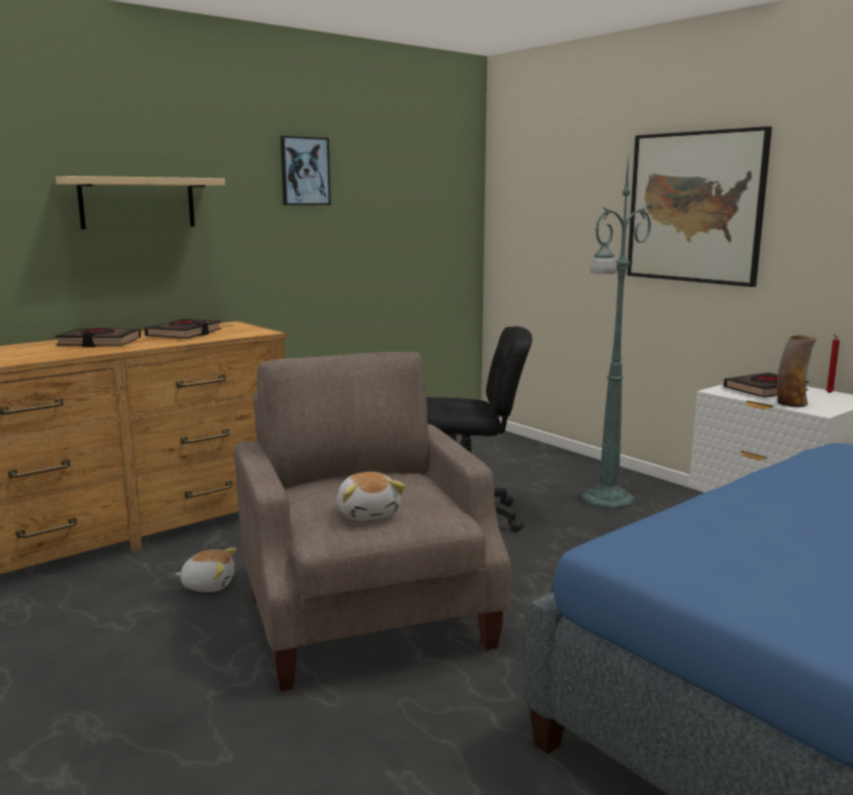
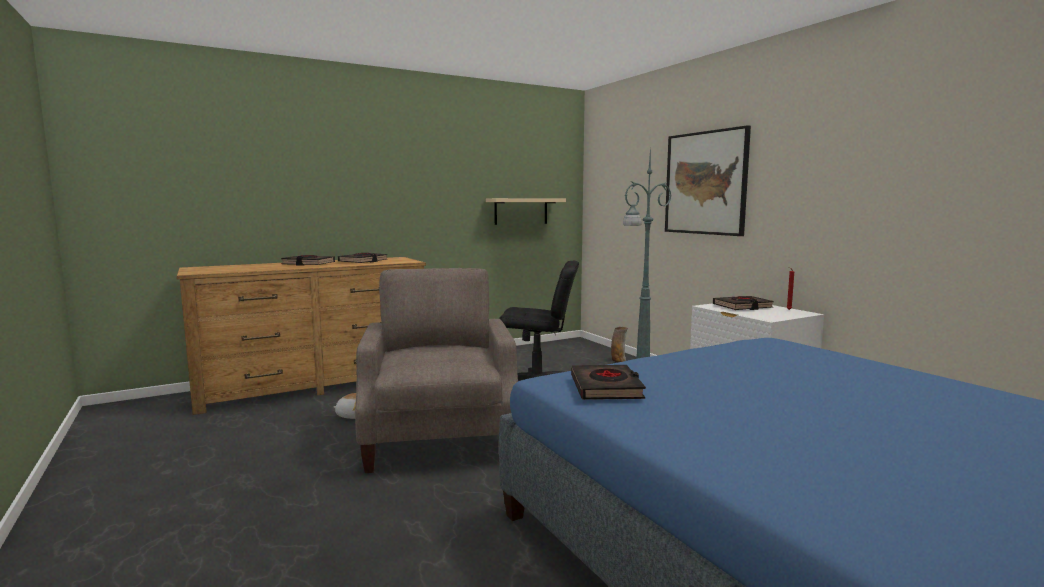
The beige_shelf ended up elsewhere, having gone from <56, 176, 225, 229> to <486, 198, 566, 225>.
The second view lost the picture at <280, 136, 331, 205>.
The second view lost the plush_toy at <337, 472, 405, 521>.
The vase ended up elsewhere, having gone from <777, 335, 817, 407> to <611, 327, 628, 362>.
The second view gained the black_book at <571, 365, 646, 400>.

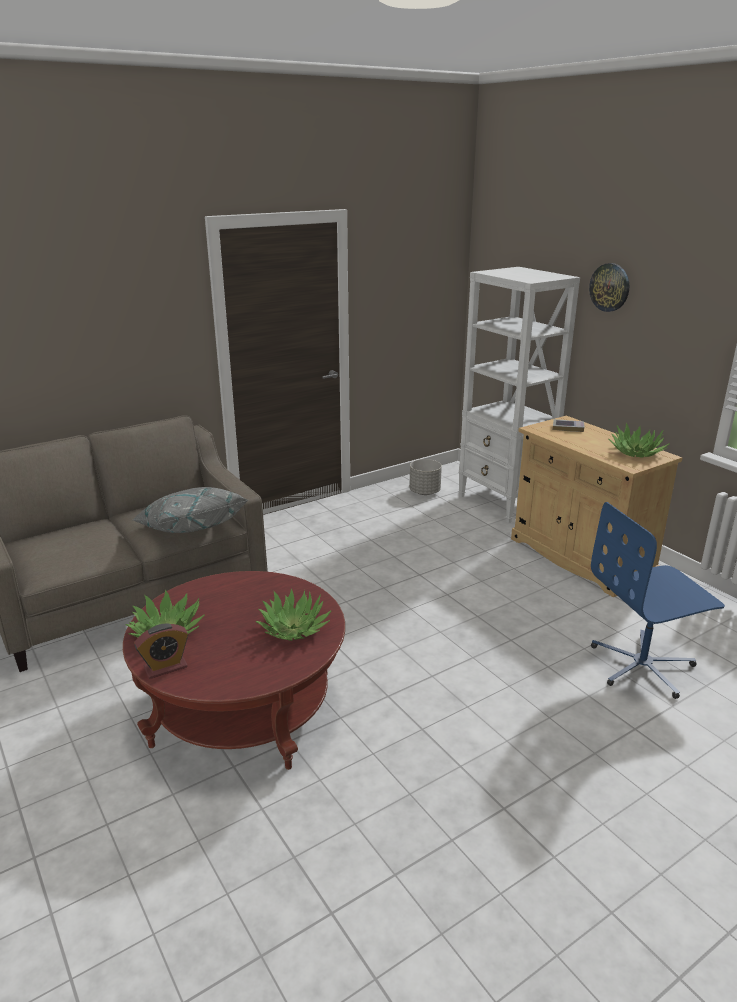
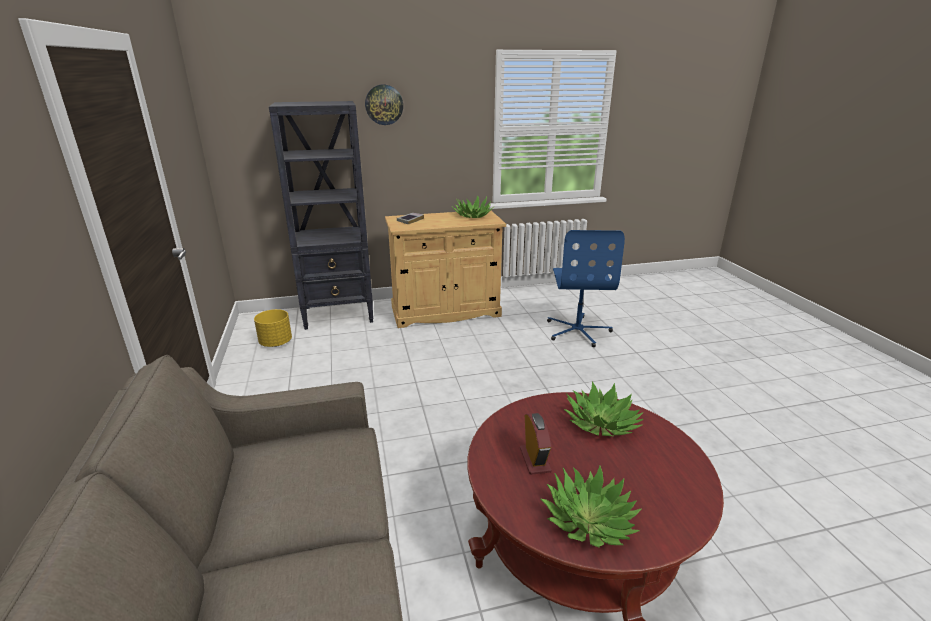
The second view lost the grey_pillow at <133, 487, 248, 533>.
The alarm_clock ended up elsewhere, having gone from <135, 624, 188, 679> to <520, 413, 552, 475>.
What was the grey_planter at <409, 459, 442, 495> turned into the yellow_planter at <254, 309, 292, 347>.
What was the white_bookcase at <459, 267, 580, 523> turned into the black_bookcase at <269, 101, 374, 330>.

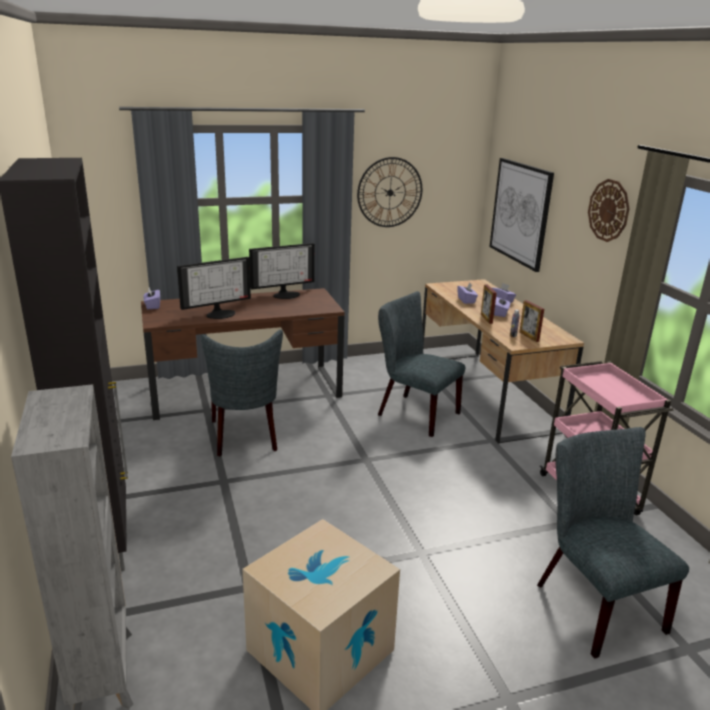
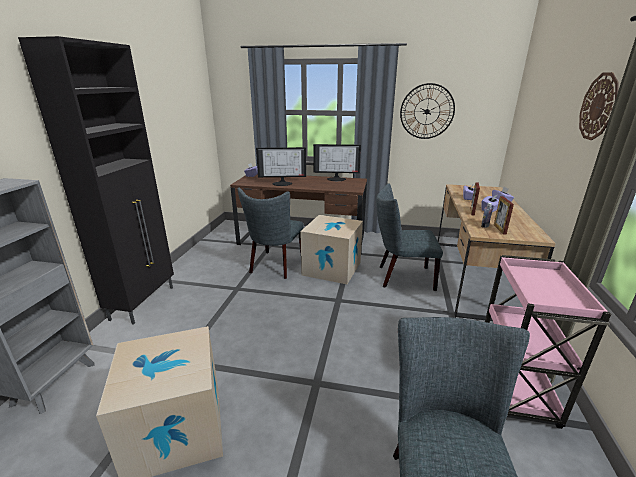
The grey_chair at <378, 291, 465, 437> ended up facing another way, 60 degrees counterclockwise from before.
The second view lost the picture at <489, 158, 554, 272>.
The second view gained the cardboard_box at <300, 215, 363, 284>.

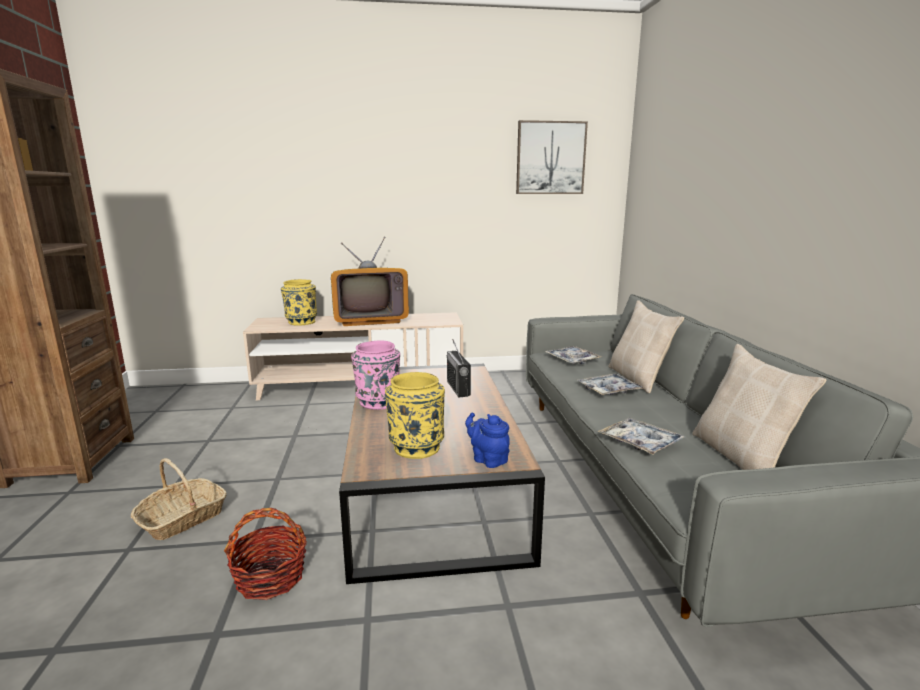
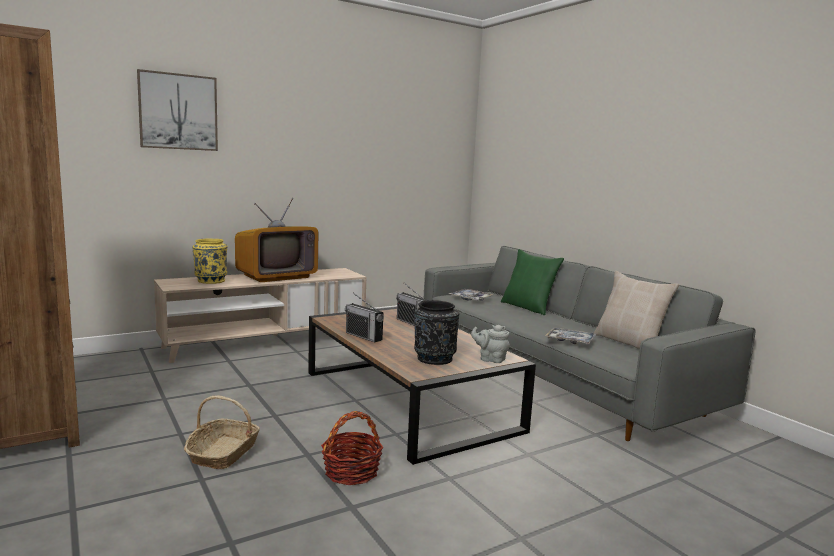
Where the pink_vase stood at <351, 340, 400, 410>, the radio came to stand at <345, 293, 384, 342>.
What was the yellow_vase at <385, 372, 445, 459> turned into the black_vase at <414, 300, 459, 365>.
What was the blue_teapot at <465, 413, 510, 468> turned into the grey_teapot at <471, 325, 510, 363>.
The picture ended up elsewhere, having gone from <516, 120, 588, 194> to <137, 69, 218, 151>.
The second view lost the tray at <577, 374, 645, 396>.
What was the beige_pillow at <608, 300, 684, 393> turned into the green_pillow at <501, 249, 564, 315>.

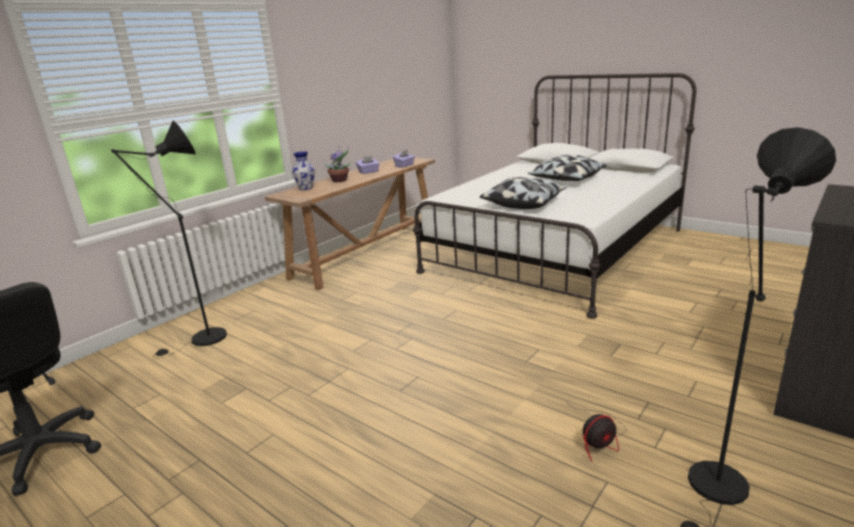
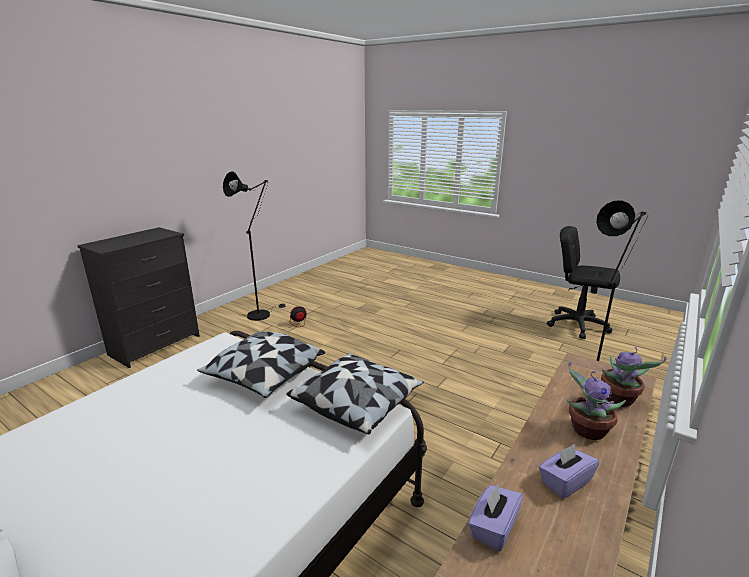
Where the vase stood at <292, 151, 315, 190>, the potted_plant came to stand at <601, 347, 667, 407>.
The pillow ended up elsewhere, having gone from <528, 155, 606, 181> to <286, 353, 424, 434>.

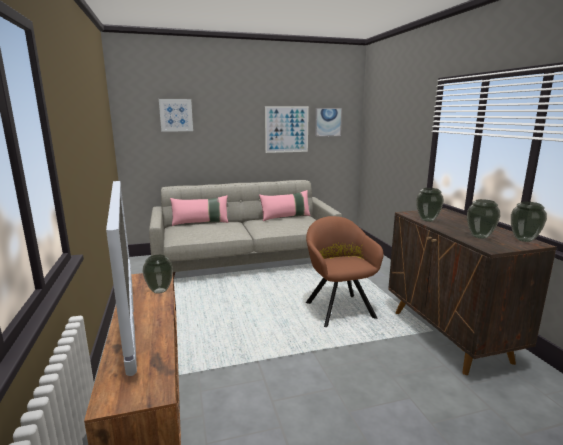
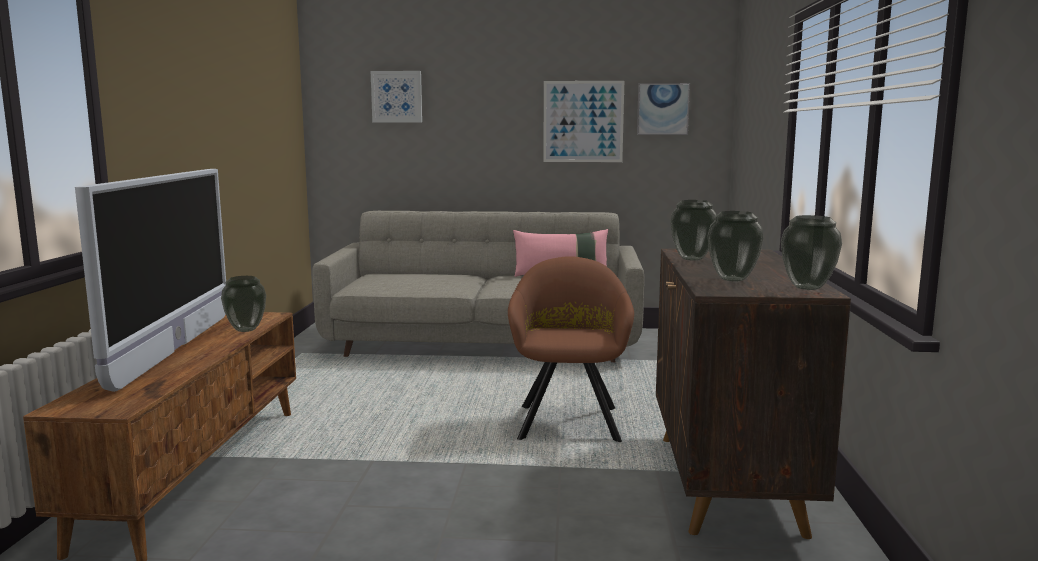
The second view lost the pink_pillow at <170, 195, 229, 226>.

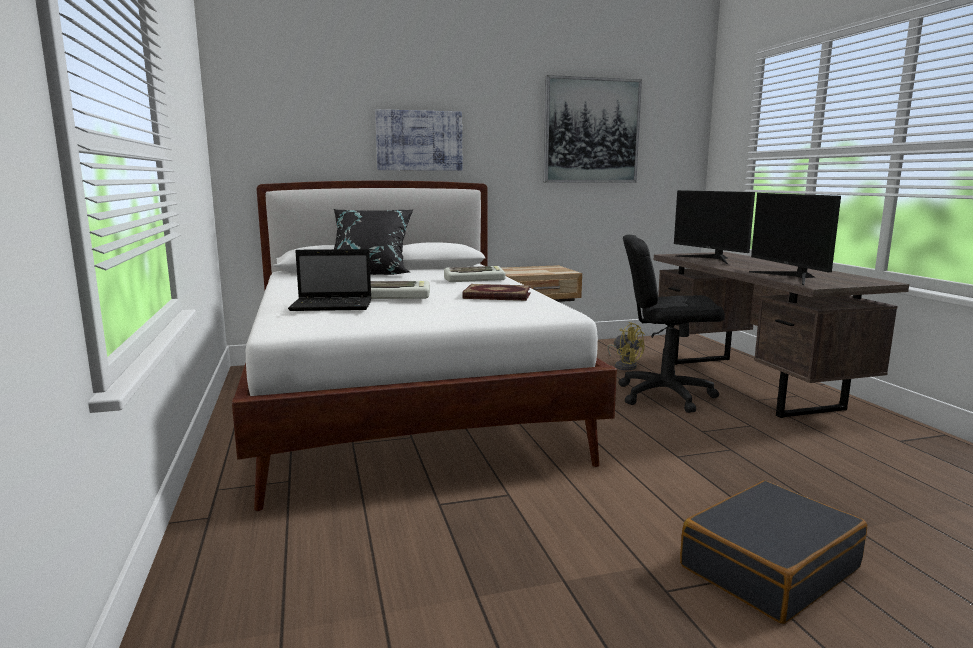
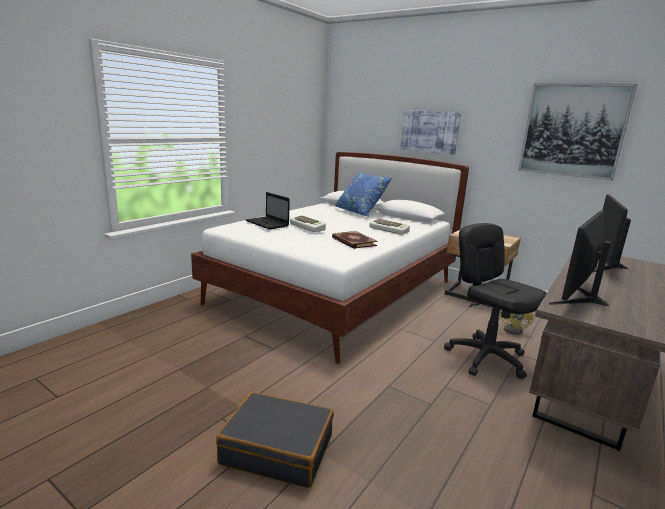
What was the black_pillow at <334, 209, 414, 275> turned into the blue_pillow at <335, 171, 392, 217>.

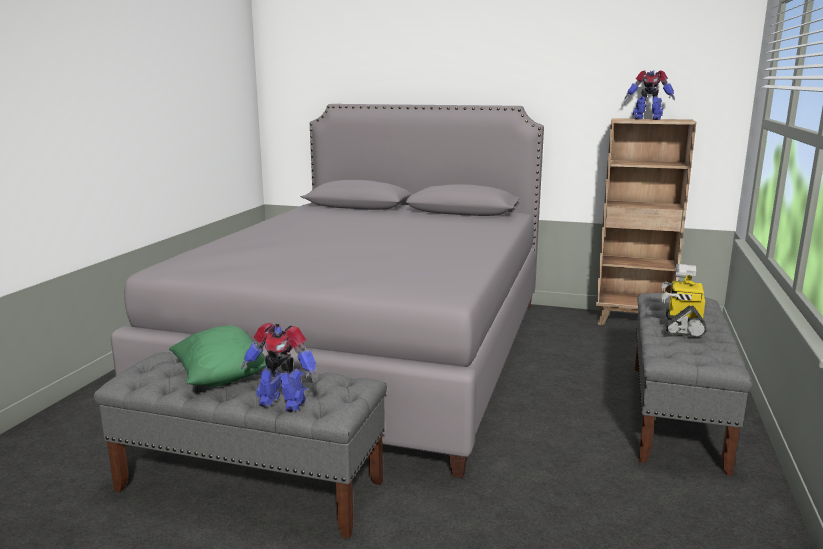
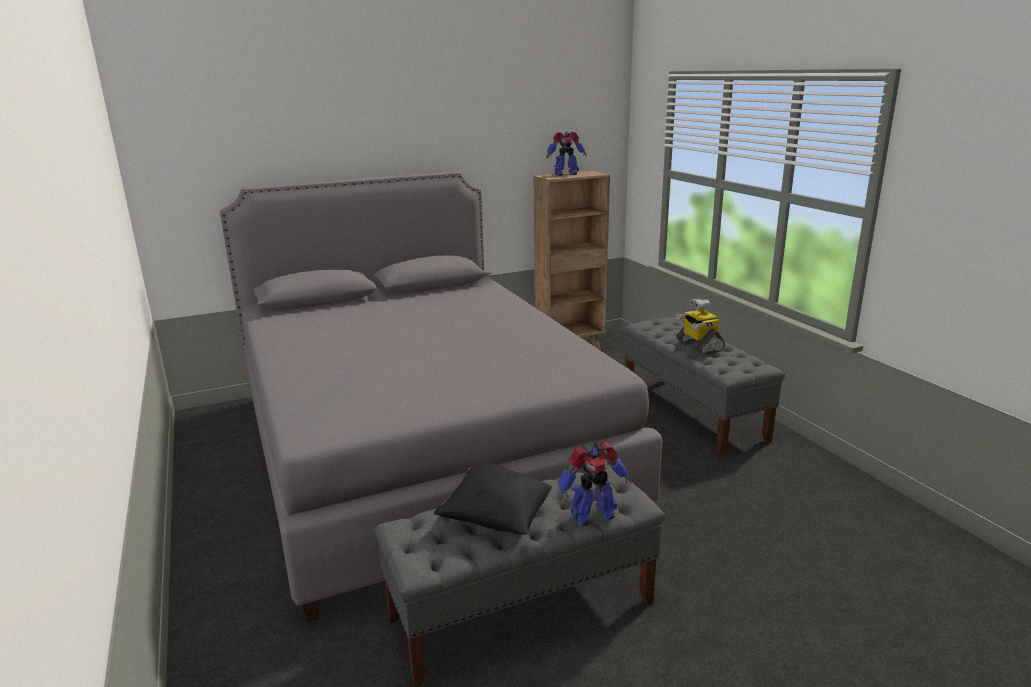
What was the green_pillow at <169, 325, 266, 387> turned into the black_pillow at <434, 465, 552, 535>.

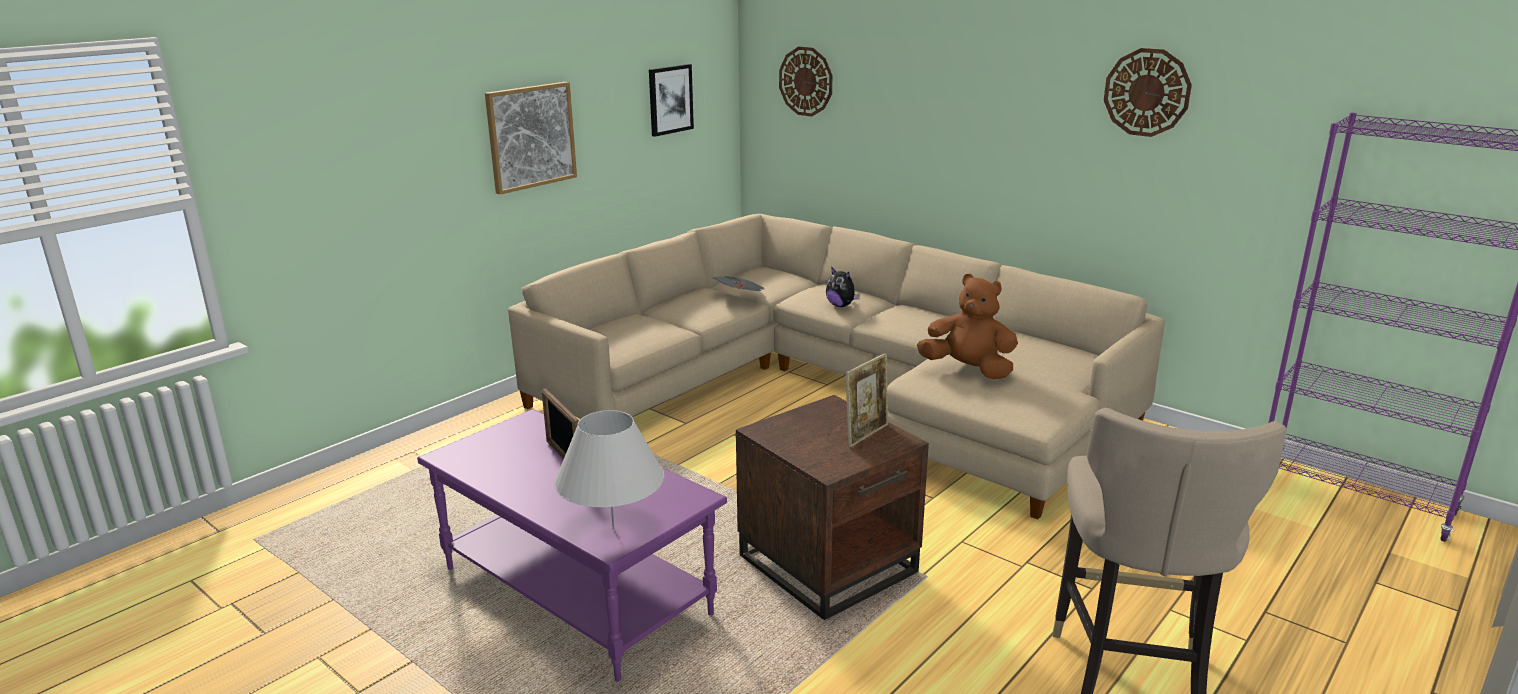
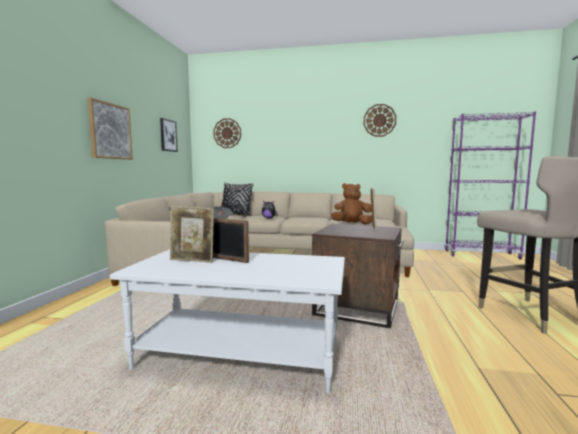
What was the purple_coffee_table at <417, 409, 727, 682> turned into the white_coffee_table at <110, 249, 345, 394>.
The second view lost the white_table_lamp at <555, 410, 665, 530>.
The second view gained the picture_frame at <170, 206, 214, 263>.
The second view gained the black_pillow at <221, 183, 254, 216>.

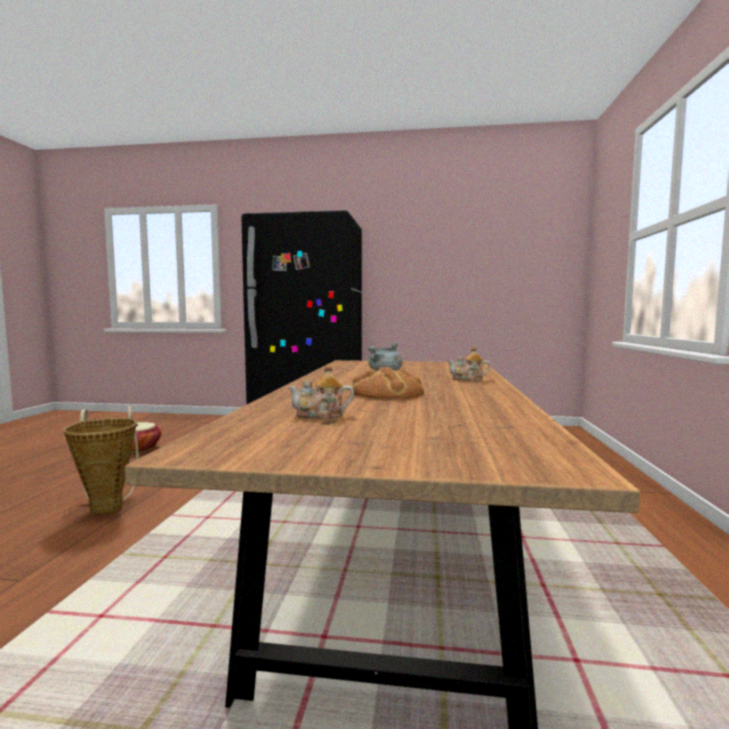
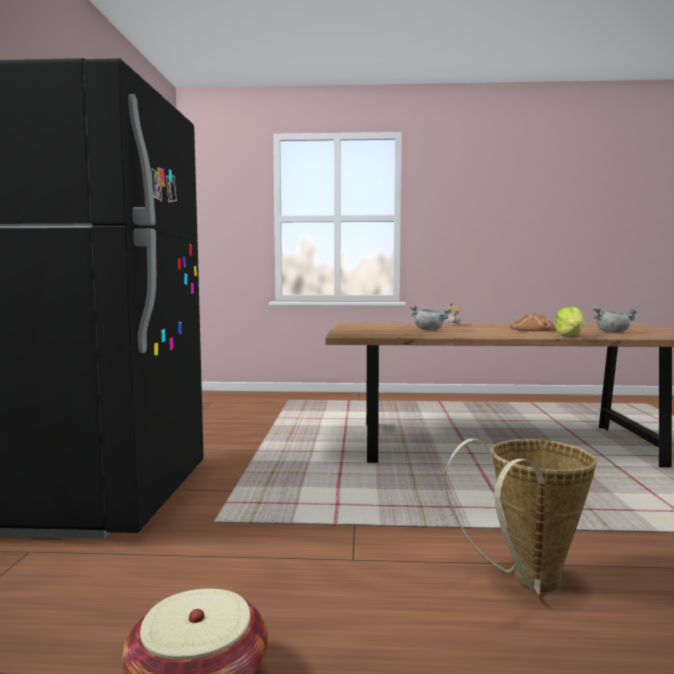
Where the teapot stood at <288, 364, 354, 419>, the grey_cooking_pot came to stand at <593, 307, 638, 333>.
The second view gained the lettuce at <555, 306, 585, 336>.

